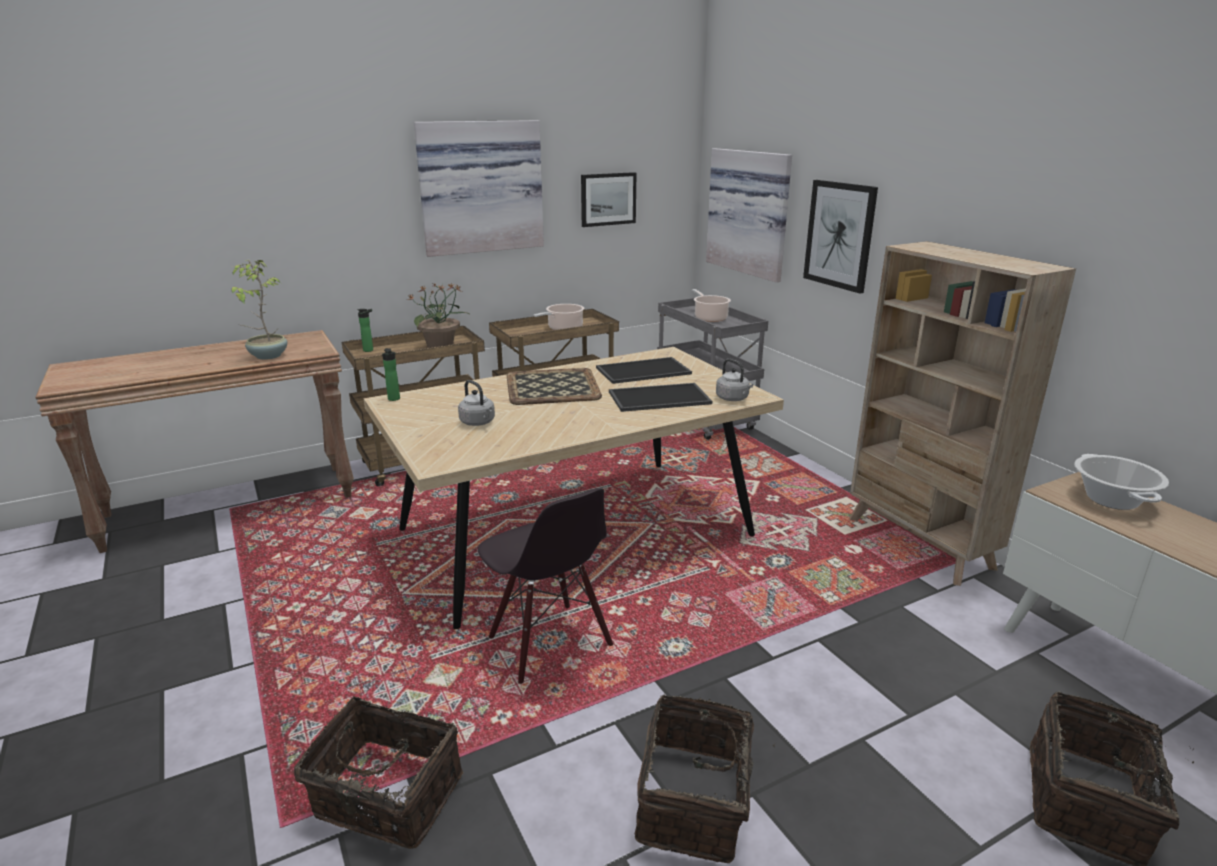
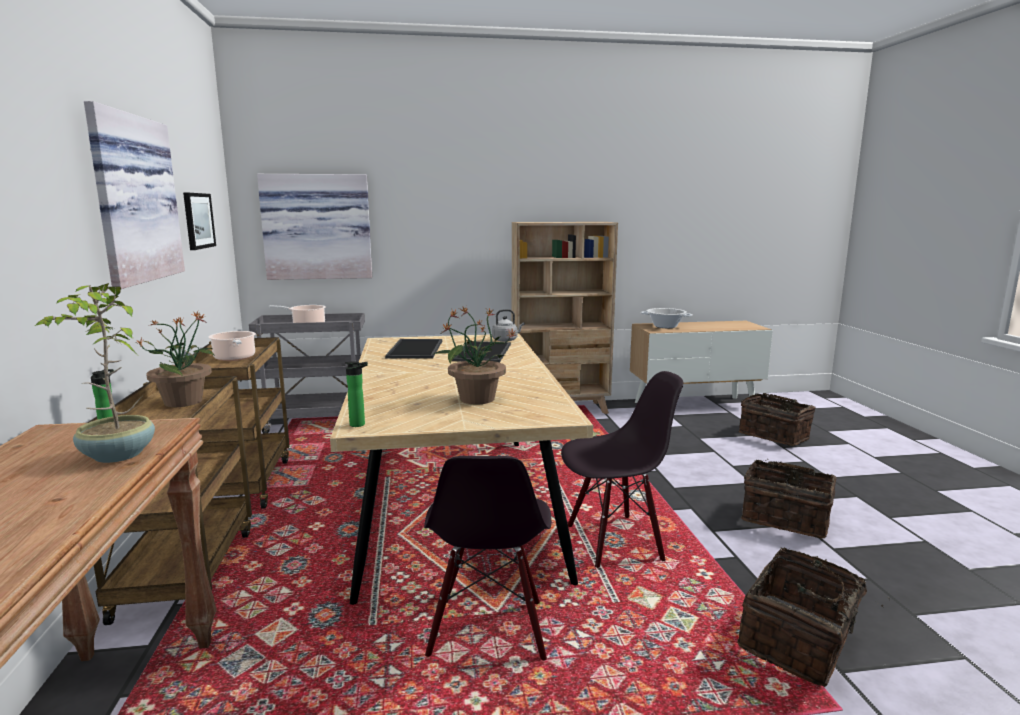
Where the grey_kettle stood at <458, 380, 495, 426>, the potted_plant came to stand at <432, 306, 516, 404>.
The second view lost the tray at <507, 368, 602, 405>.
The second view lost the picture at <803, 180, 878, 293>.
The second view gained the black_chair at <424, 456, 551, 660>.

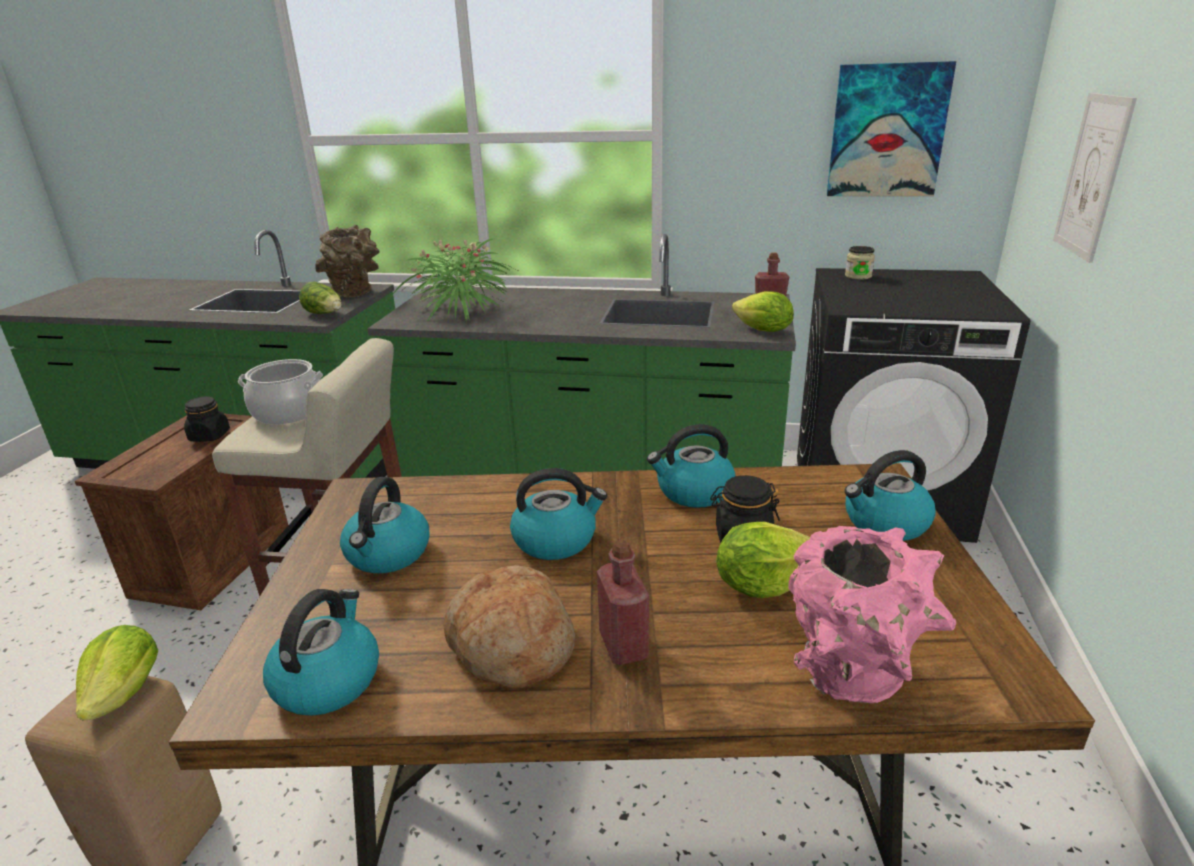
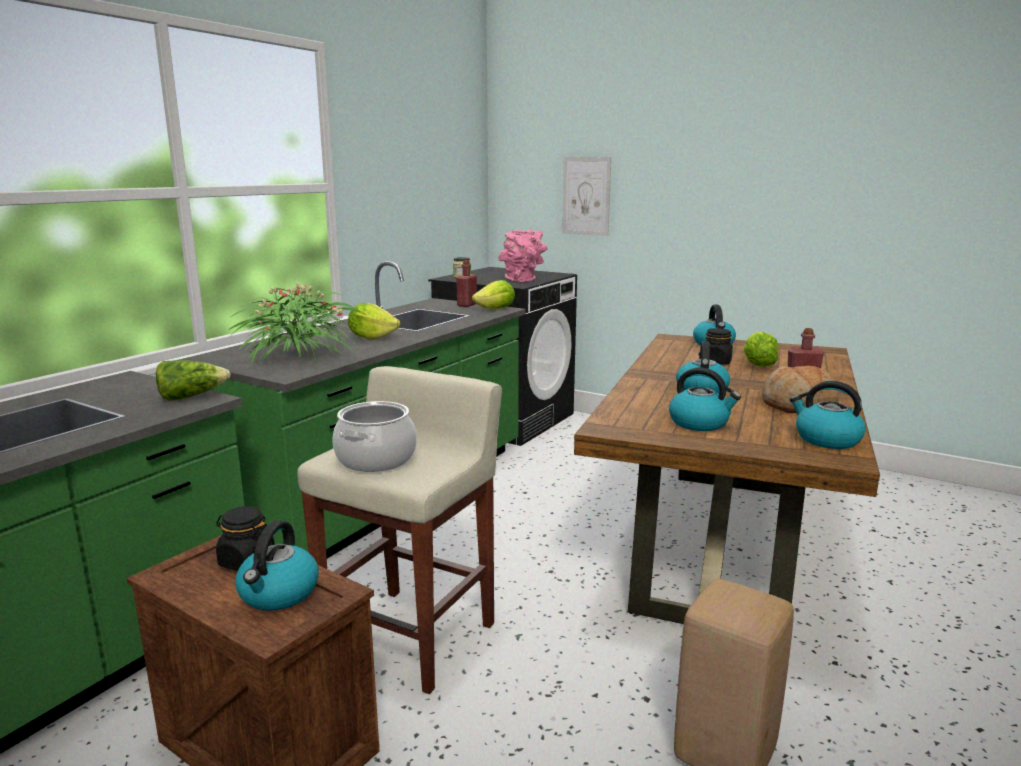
The lettuce ended up elsewhere, having gone from <76, 625, 158, 720> to <348, 303, 400, 339>.
The second view lost the brown_vase at <315, 225, 379, 298>.
The kettle ended up elsewhere, having gone from <647, 424, 736, 508> to <235, 520, 319, 611>.
The pink_vase ended up elsewhere, having gone from <788, 526, 956, 703> to <498, 229, 548, 282>.
The second view lost the picture at <827, 61, 956, 196>.

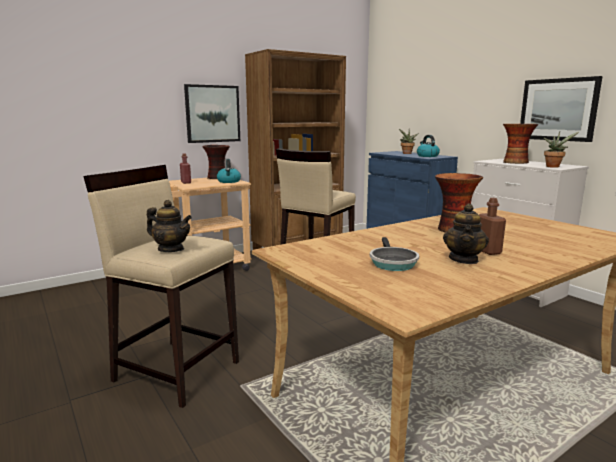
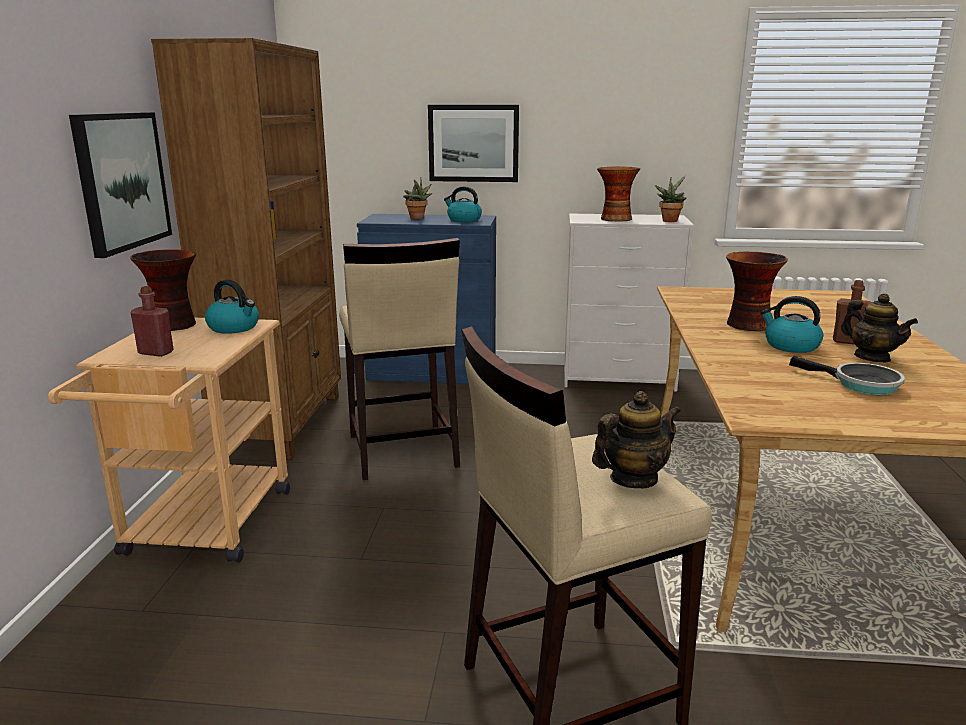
The picture ended up elsewhere, having gone from <520, 76, 603, 142> to <428, 105, 519, 182>.
The second view gained the kettle at <760, 296, 823, 353>.

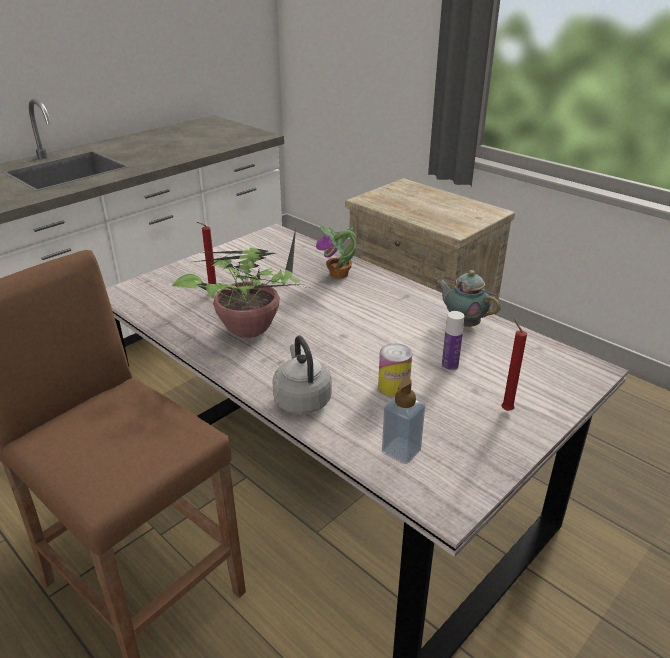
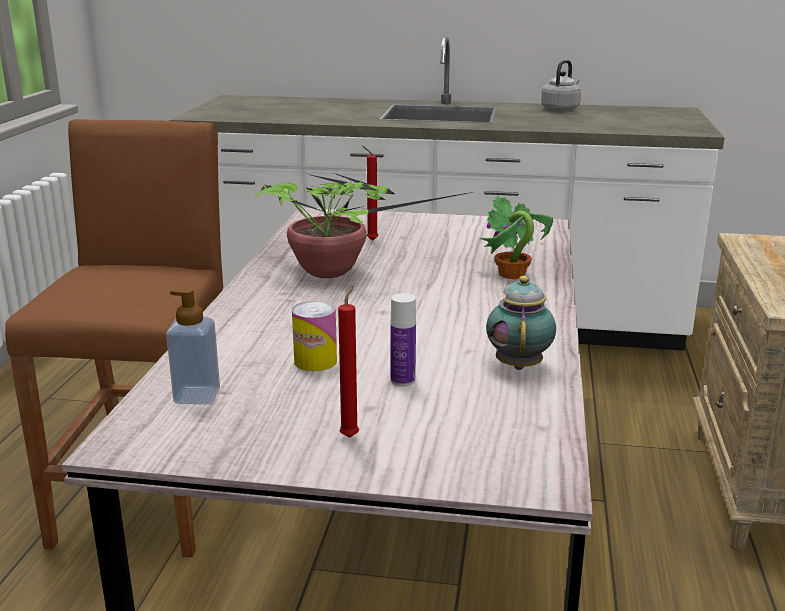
The grey_kettle ended up elsewhere, having gone from <272, 336, 332, 414> to <541, 60, 581, 111>.

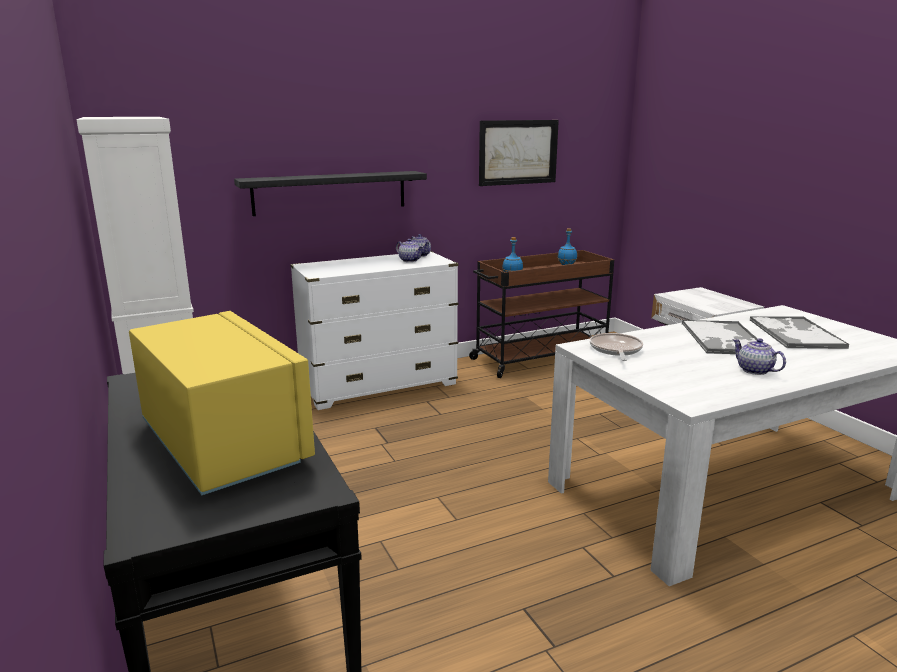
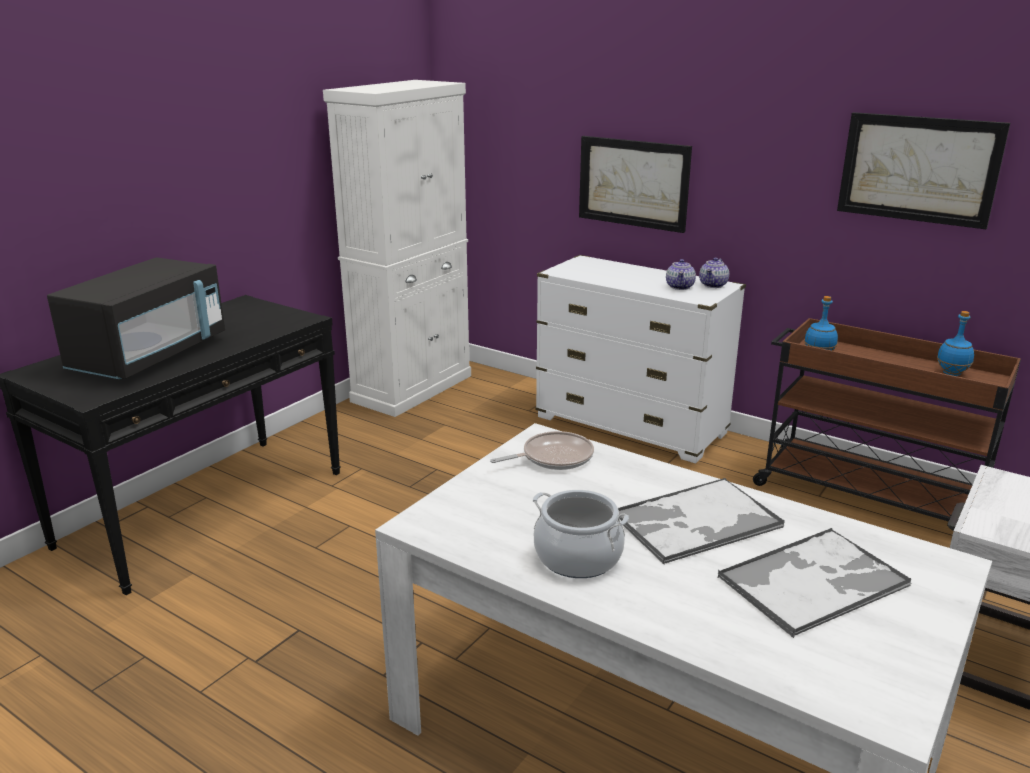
What was the yellow_microwave at <129, 311, 315, 495> turned into the black_microwave at <47, 257, 225, 379>.
Where the black_shelf hung at <234, 171, 427, 216>, the picture came to hang at <579, 136, 692, 233>.
Where the teapot stood at <732, 338, 786, 375>, the cooking_pot came to stand at <533, 490, 629, 578>.

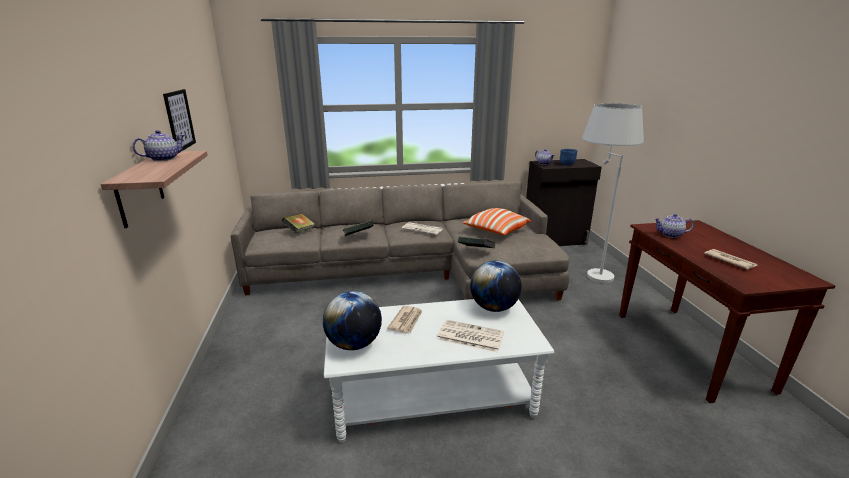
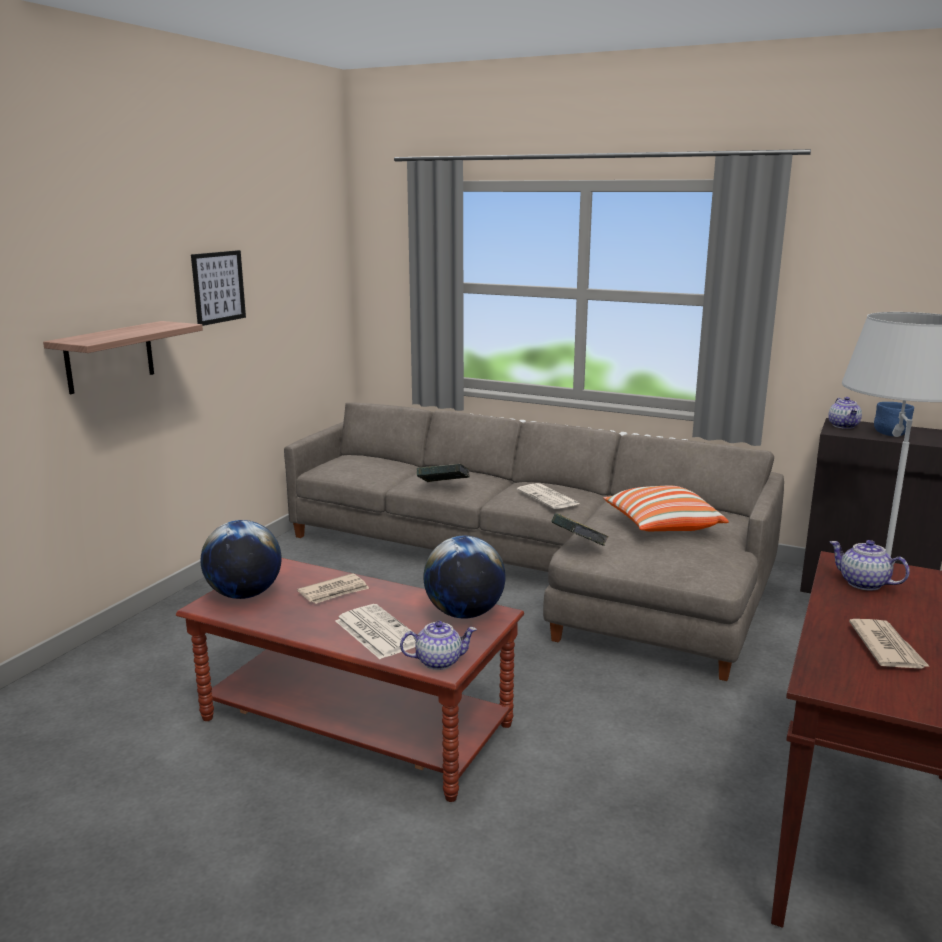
The teapot ended up elsewhere, having gone from <132, 130, 185, 161> to <400, 621, 477, 670>.
The second view lost the book at <282, 213, 315, 233>.
What was the white_coffee_table at <324, 299, 554, 443> turned into the brown_coffee_table at <176, 558, 524, 802>.

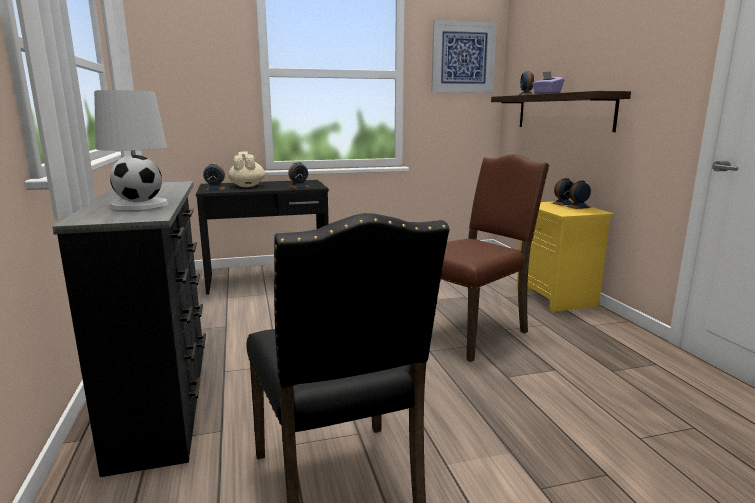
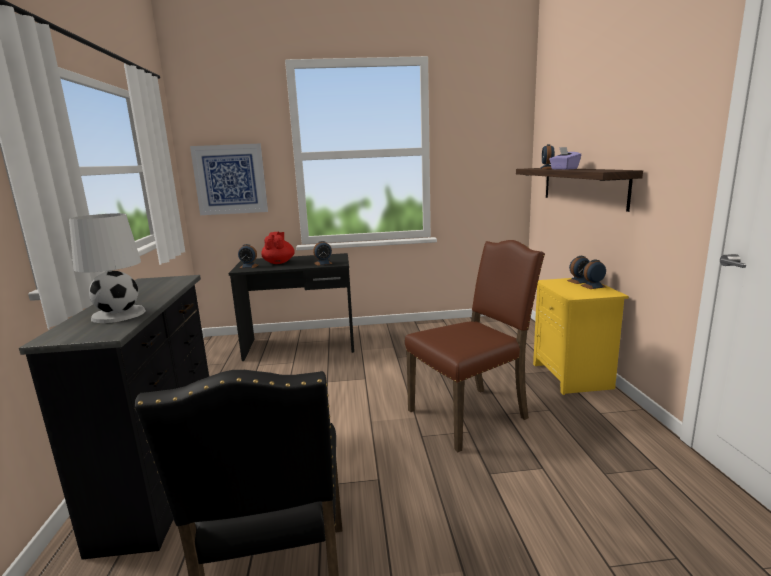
What was the beige_teapot at <228, 151, 265, 187> turned into the red_teapot at <261, 232, 295, 264>.
The picture ended up elsewhere, having gone from <431, 20, 497, 93> to <190, 143, 268, 215>.

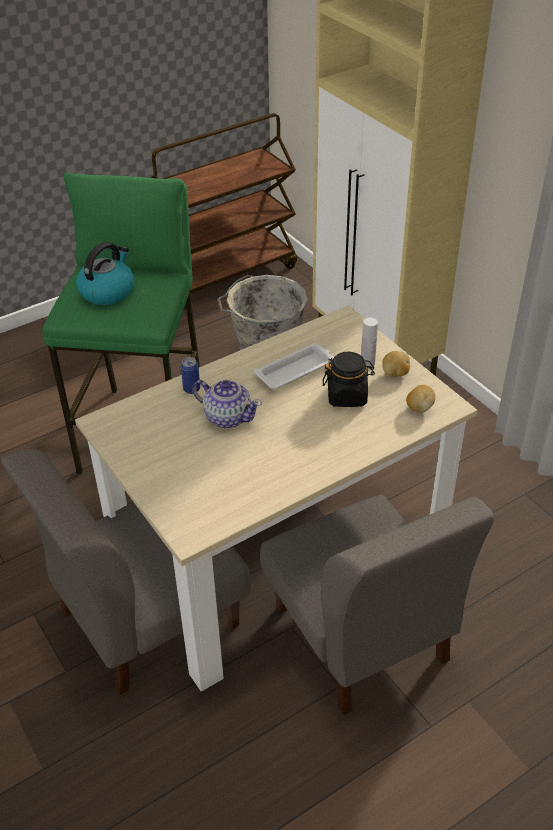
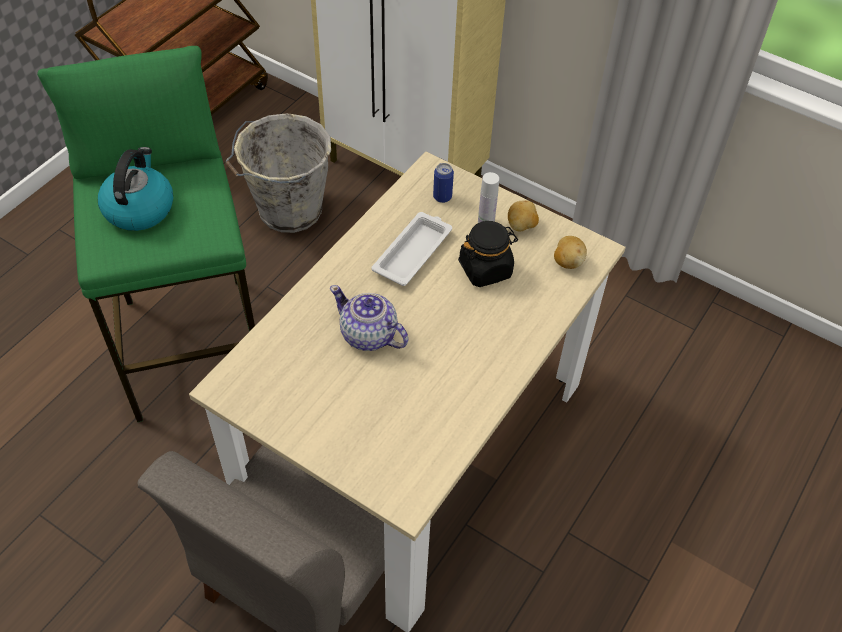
The can ended up elsewhere, having gone from <181, 357, 200, 394> to <433, 163, 454, 203>.
The teapot at <192, 380, 262, 428> ended up facing another way, 150 degrees counterclockwise from before.
The second view lost the grey_chair at <260, 494, 494, 715>.

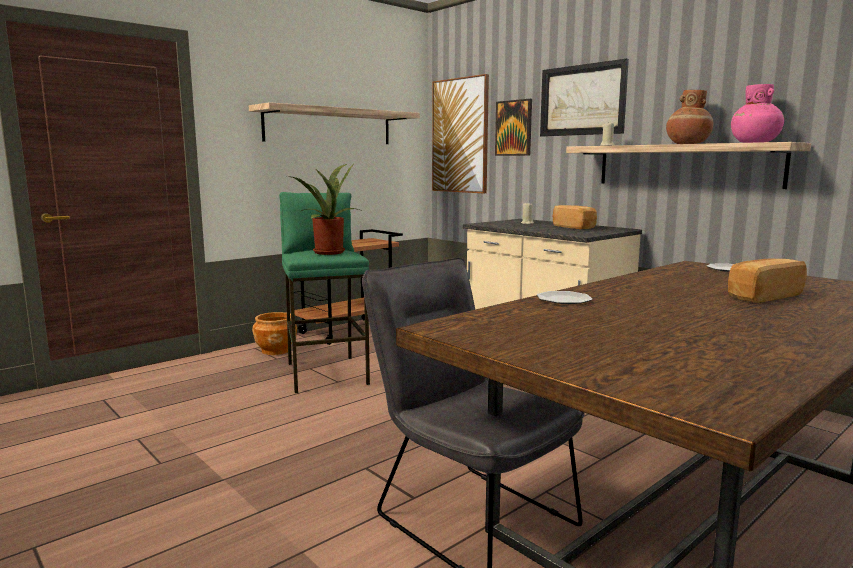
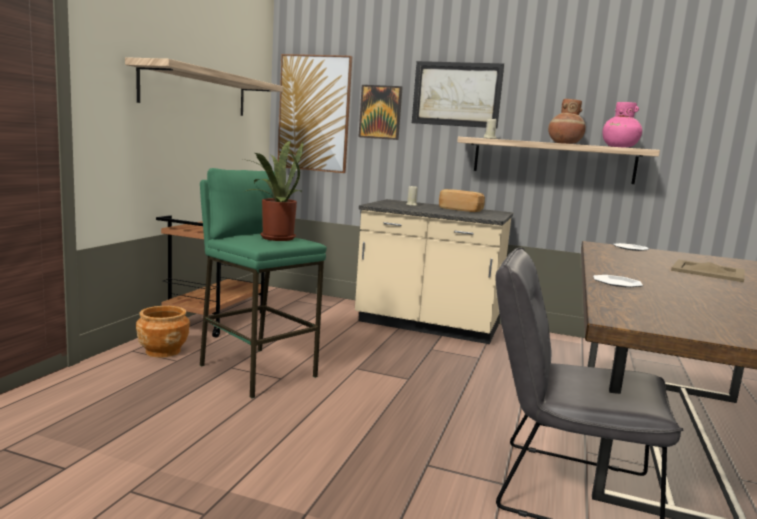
Where the bread stood at <728, 258, 807, 303>, the beige_tray came to stand at <671, 259, 745, 282>.

